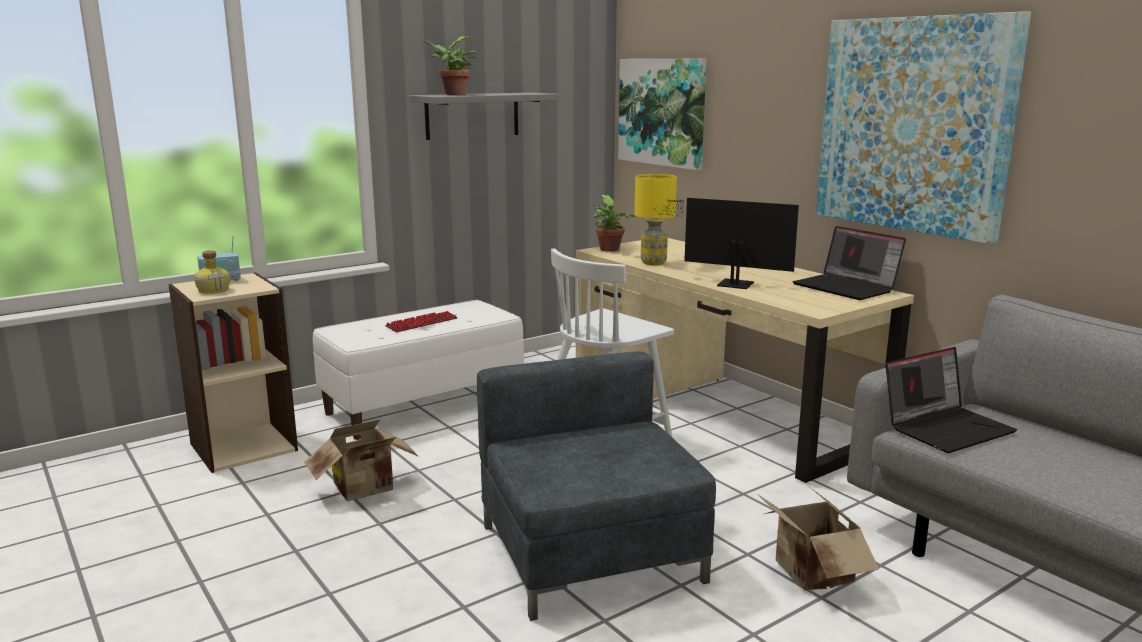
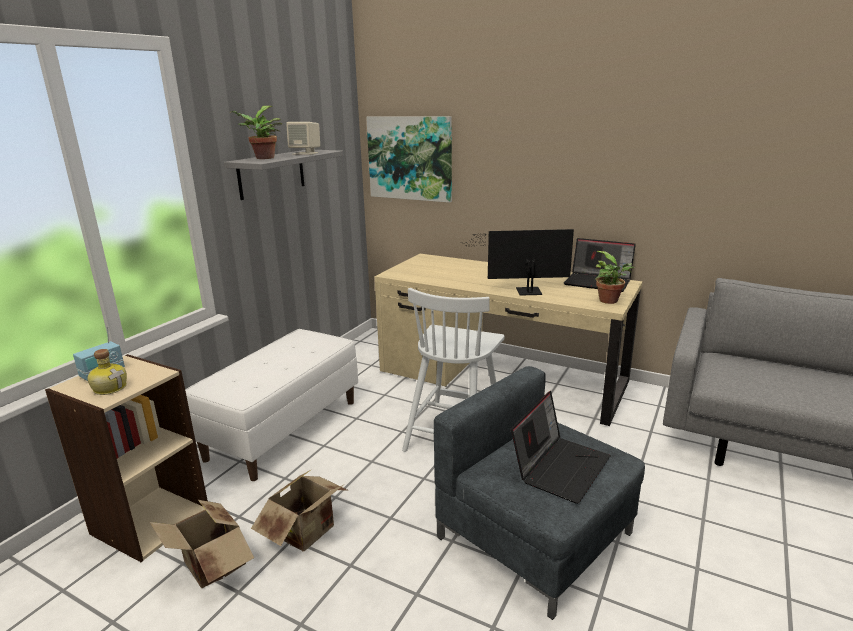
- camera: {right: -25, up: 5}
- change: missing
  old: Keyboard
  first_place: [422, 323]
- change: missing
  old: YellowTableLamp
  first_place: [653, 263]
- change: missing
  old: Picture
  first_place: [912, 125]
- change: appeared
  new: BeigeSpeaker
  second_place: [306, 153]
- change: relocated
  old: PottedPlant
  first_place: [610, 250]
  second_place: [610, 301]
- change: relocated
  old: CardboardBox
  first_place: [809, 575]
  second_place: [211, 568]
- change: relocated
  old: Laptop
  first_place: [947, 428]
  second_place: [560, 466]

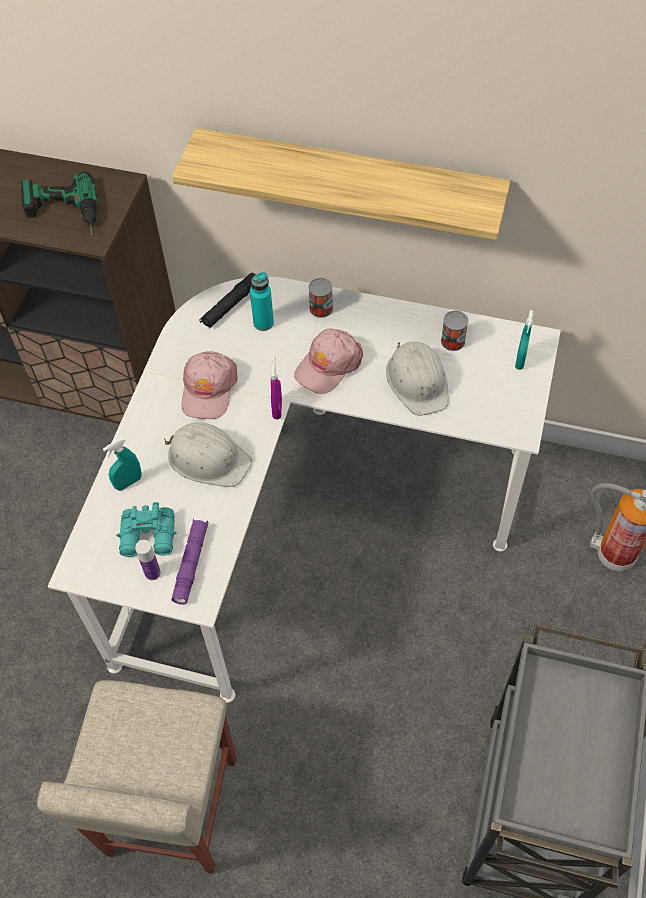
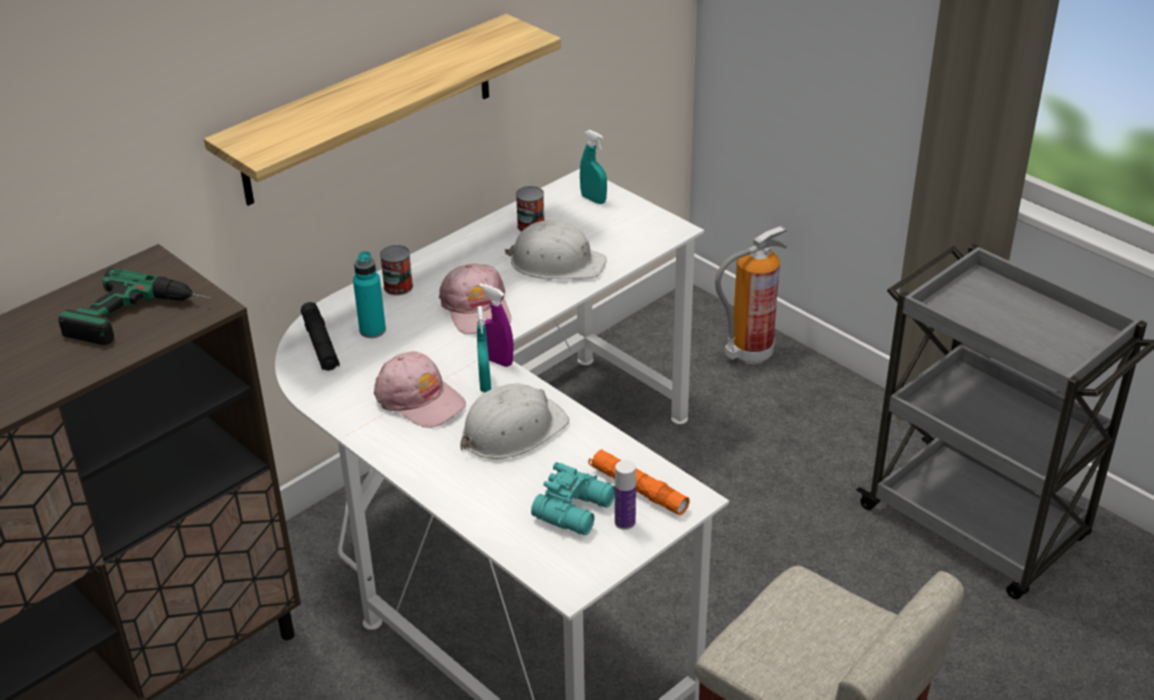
- camera: {right: -60, up: -20}
- change: relocated
  old: TurquoiseSprayBottle
  first_place: [128, 482]
  second_place: [485, 383]
- change: colour
  old: PurpleFlashlight
  new: OrangeFlashlight
  first_place: [191, 564]
  second_place: [638, 489]

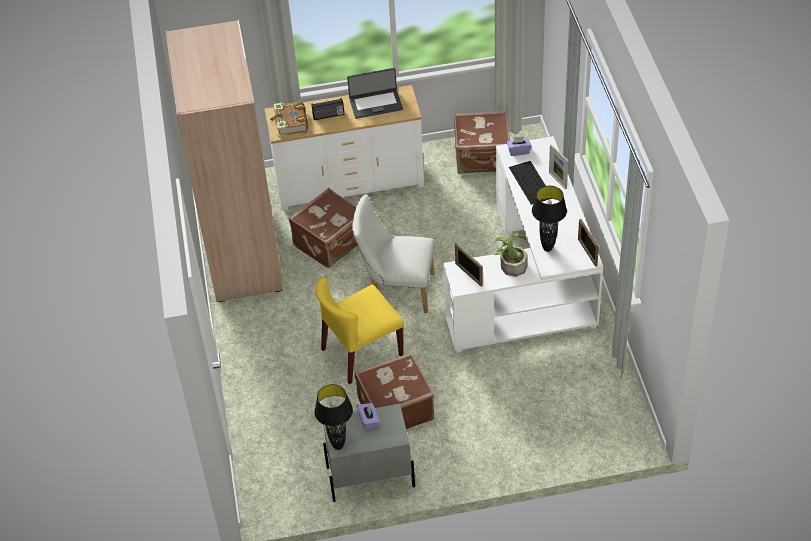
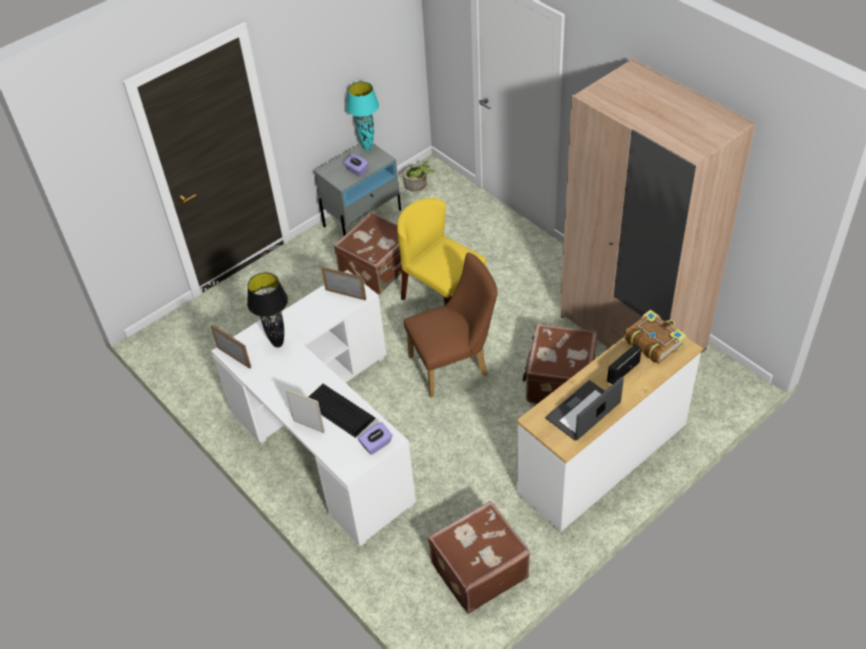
- camera: {right: 150, up: 0}
- change: relocated
  old: PottedPlant
  first_place: [511, 264]
  second_place: [418, 185]
- change: colour
  old: BlackTableLamp
  new: TurquoiseTableLamp
  first_place: [338, 446]
  second_place: [367, 147]
- change: colour
  old: WhiteChair
  new: BrownChair
  first_place: [396, 290]
  second_place: [454, 365]
- change: spun
  old: YellowChair
  first_place: [361, 352]
  second_place: [442, 298]
  degrees: -75

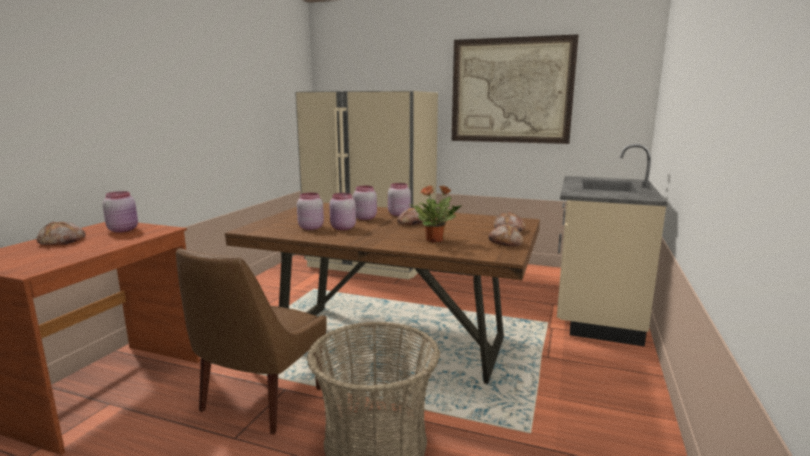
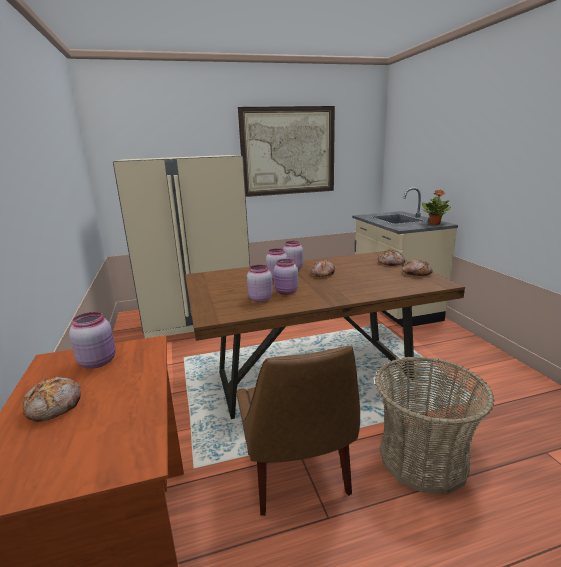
- camera: {right: -35, up: 5}
- change: relocated
  old: PottedPlant
  first_place: [435, 240]
  second_place: [435, 224]

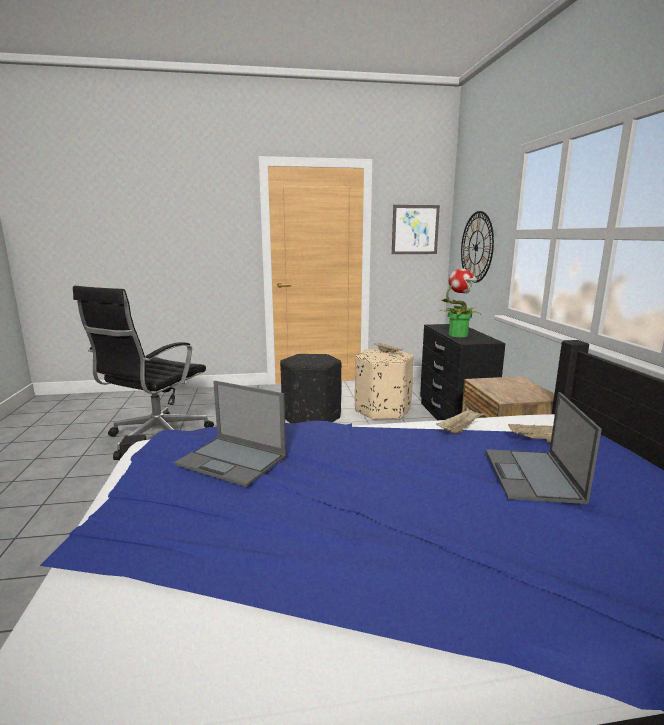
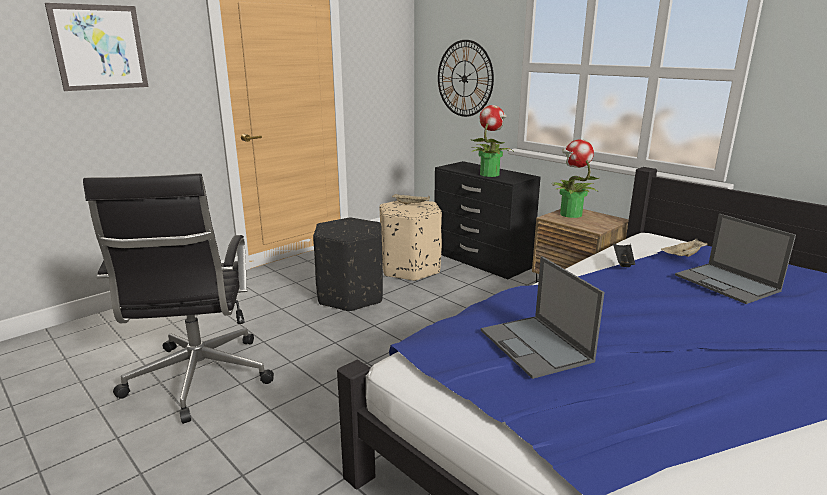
- camera: {right: -35, up: 5}
- change: appeared
  new: PottedPlant
  second_place: [570, 214]
- change: relocated
  old: Picture
  first_place: [415, 229]
  second_place: [99, 47]
- change: colour
  old: BeigeTray
  new: BlackTray
  first_place: [460, 429]
  second_place: [622, 263]
- change: spun
  old: Laptop
  first_place: [233, 460]
  second_place: [536, 346]
  degrees: 75

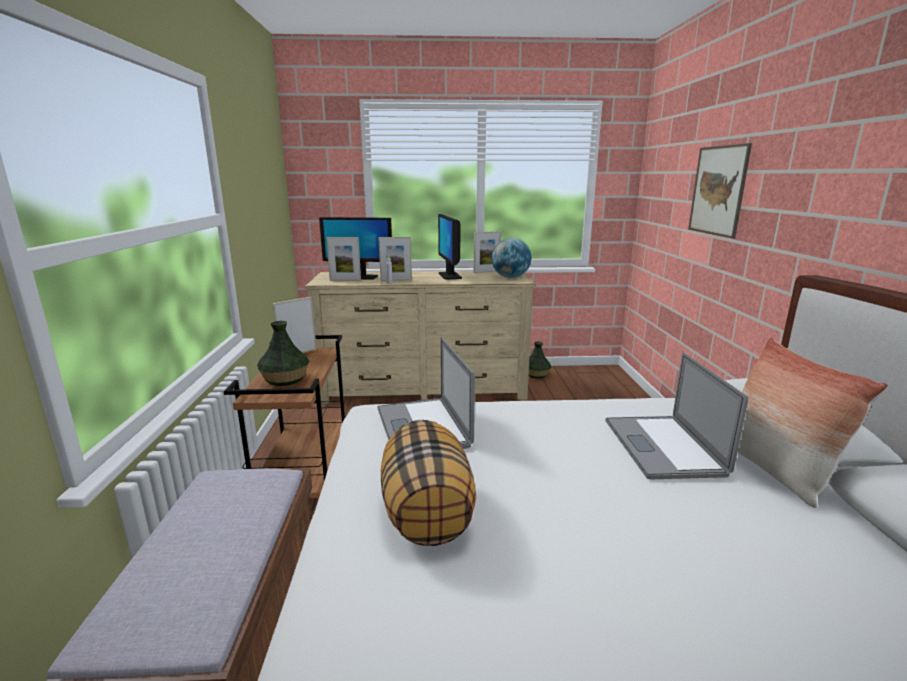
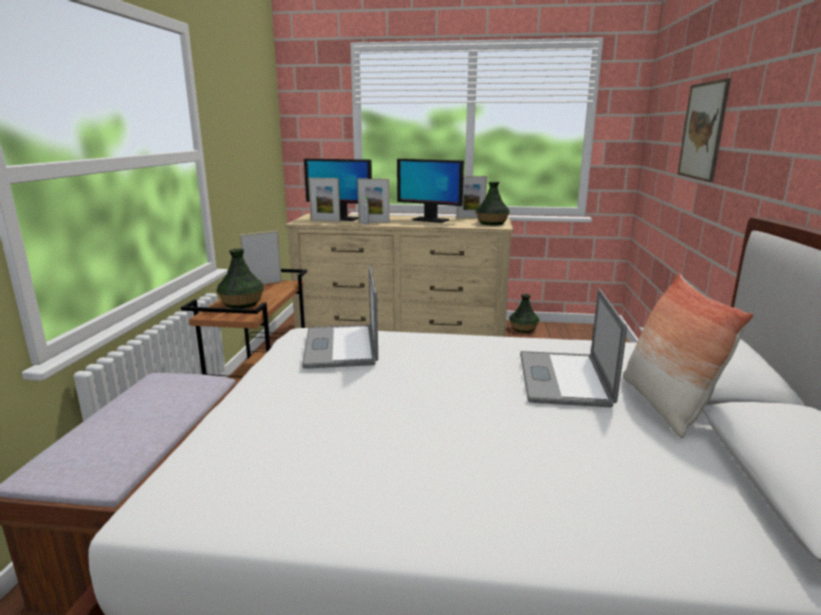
- camera: {right: 10, up: 0}
- change: missing
  old: Pillow
  first_place: [428, 512]
- change: exchanged
  old: Globe
  new: Vase
  first_place: [510, 277]
  second_place: [491, 223]
- change: spun
  old: Monitor
  first_place: [449, 276]
  second_place: [430, 220]
  degrees: -60

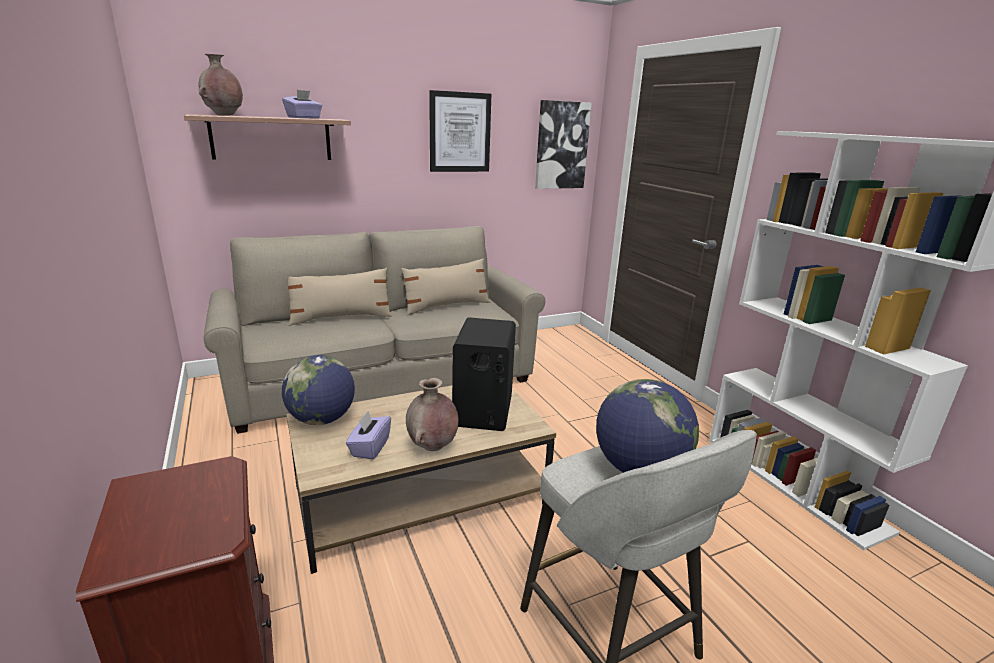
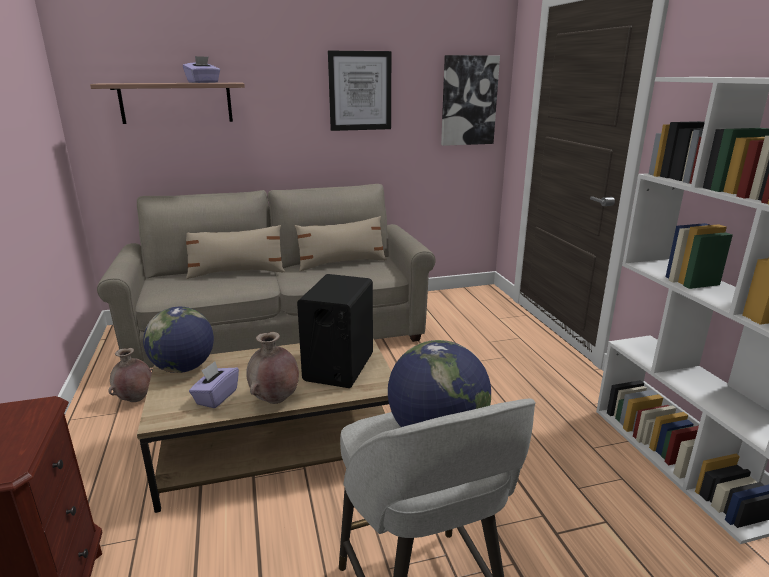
- camera: {right: 10, up: 0}
- change: relocated
  old: BrownVase
  first_place: [224, 115]
  second_place: [135, 399]

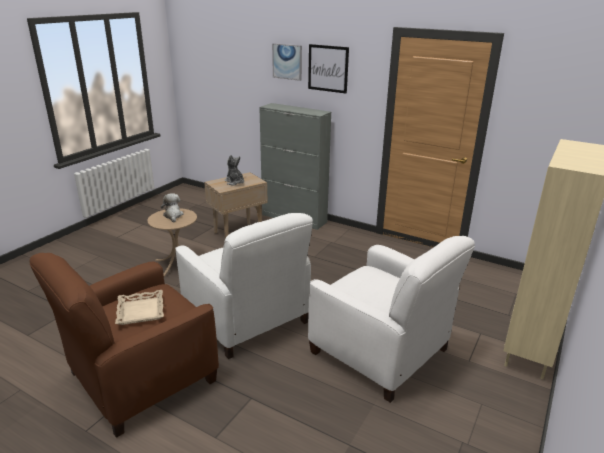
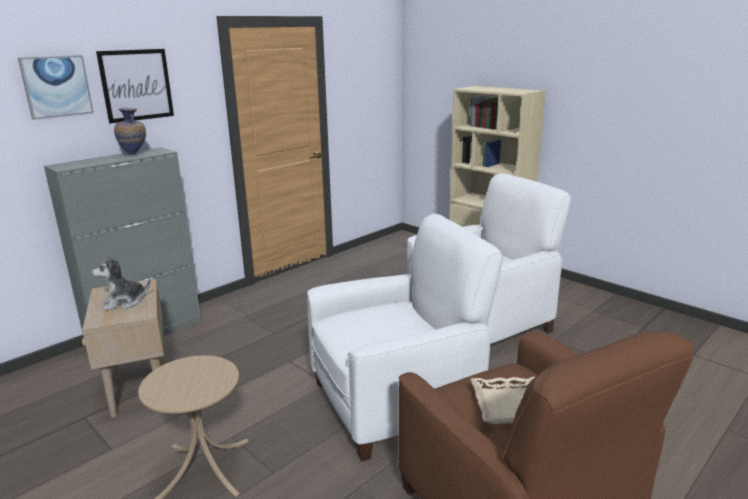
- camera: {right: -75, up: -5}
- change: missing
  old: PlushToy
  first_place: [173, 215]
- change: appeared
  new: Vase
  second_place: [134, 154]

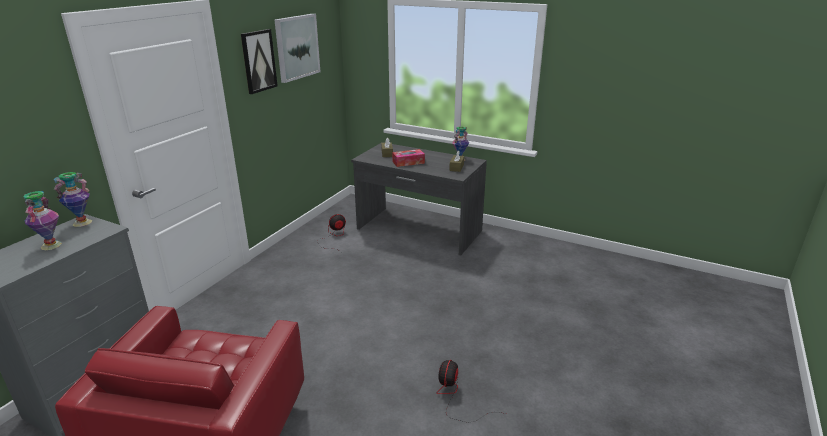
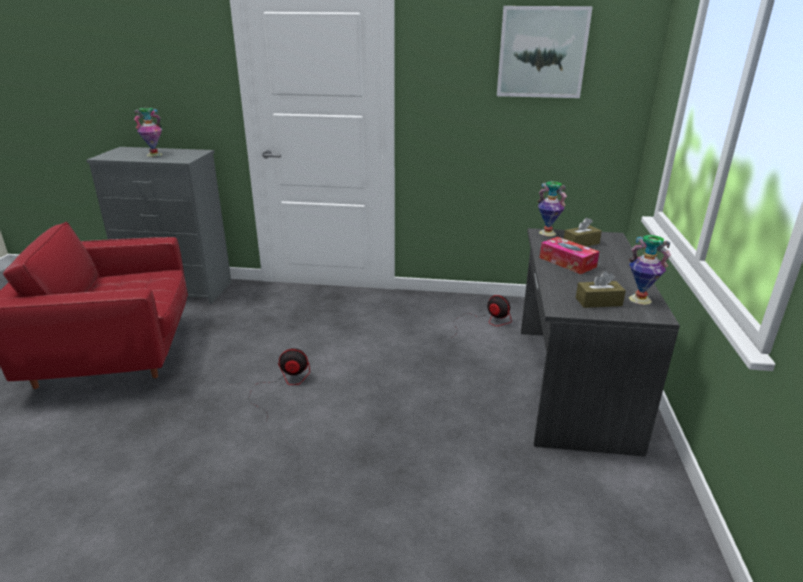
- camera: {right: 70, up: 0}
- change: missing
  old: Picture
  first_place: [258, 61]
- change: relocated
  old: Vase
  first_place: [82, 223]
  second_place: [547, 233]
- change: relocated
  old: Fan
  first_place: [455, 396]
  second_place: [283, 385]

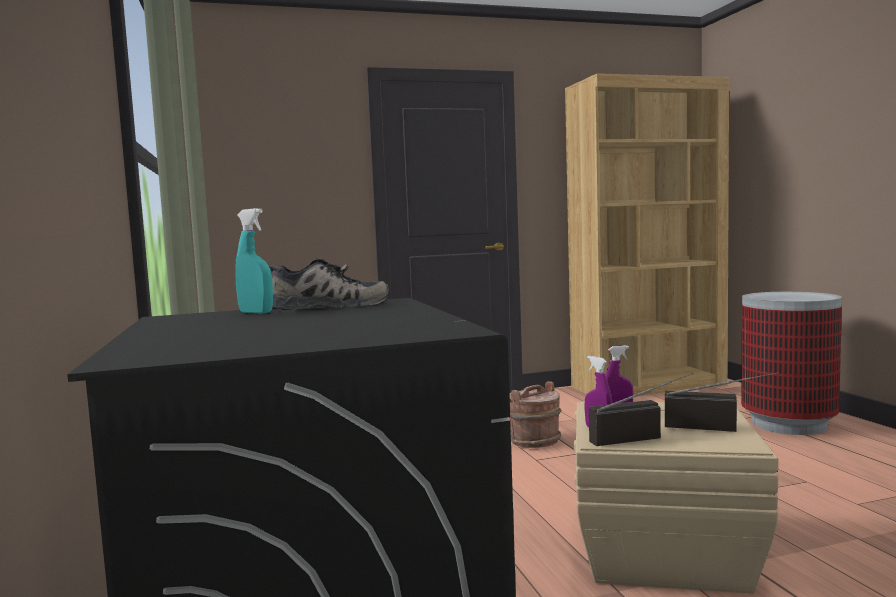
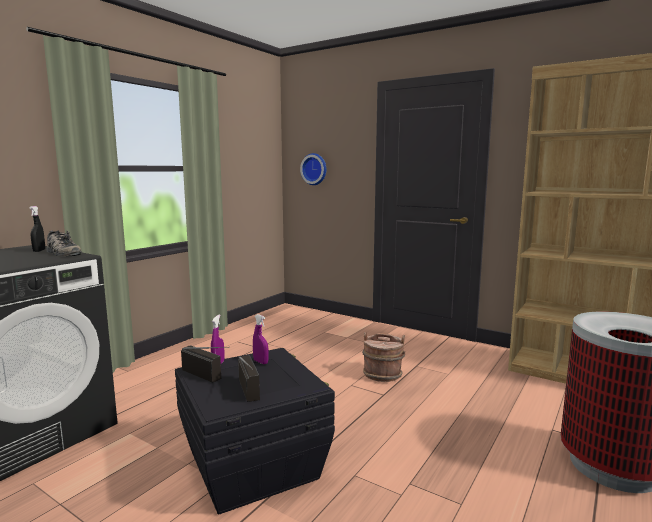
- camera: {right: 50, up: 5}
- change: appeared
  new: WallClock
  second_place: [315, 169]
- change: colour
  old: TurquoiseSprayBottle
  new: BlackSprayBottle
  first_place: [256, 313]
  second_place: [39, 251]
- change: colour
  old: BeigeStorageBox
  new: BlackStorageBox
  first_place: [661, 550]
  second_place: [254, 464]

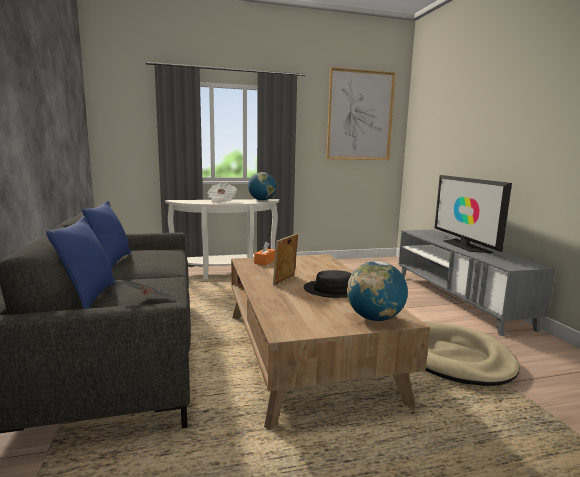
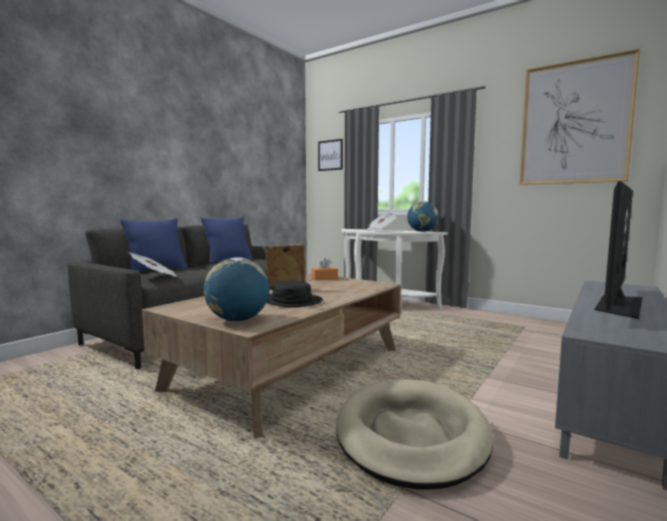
- camera: {right: 50, up: -5}
- change: appeared
  new: Picture
  second_place: [330, 155]

